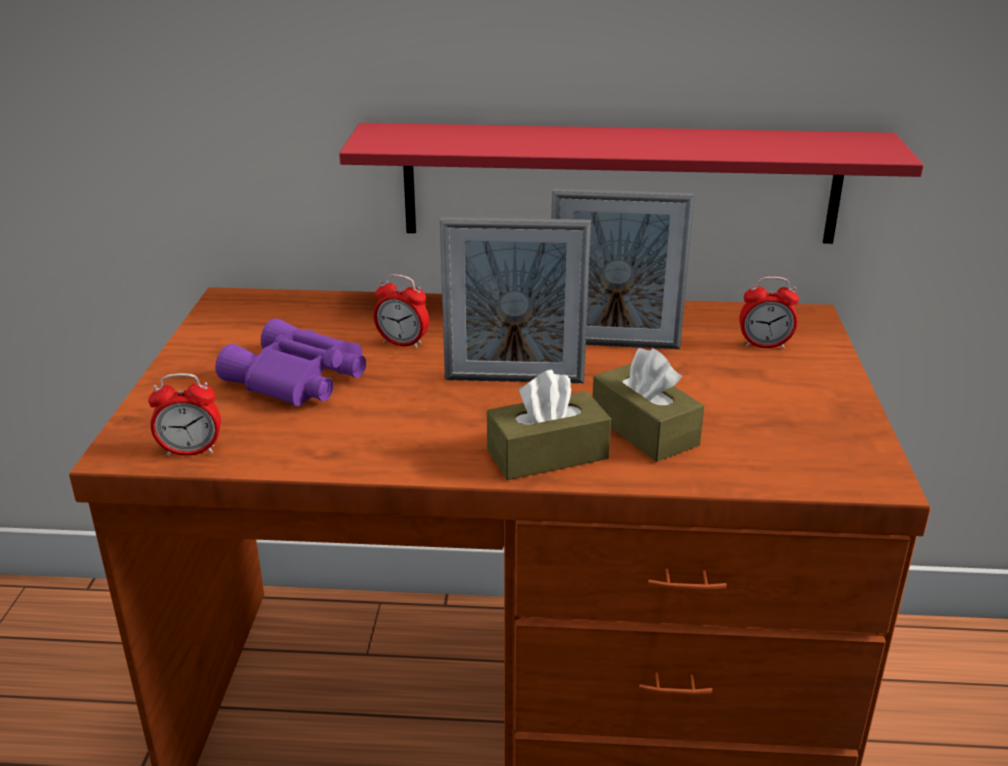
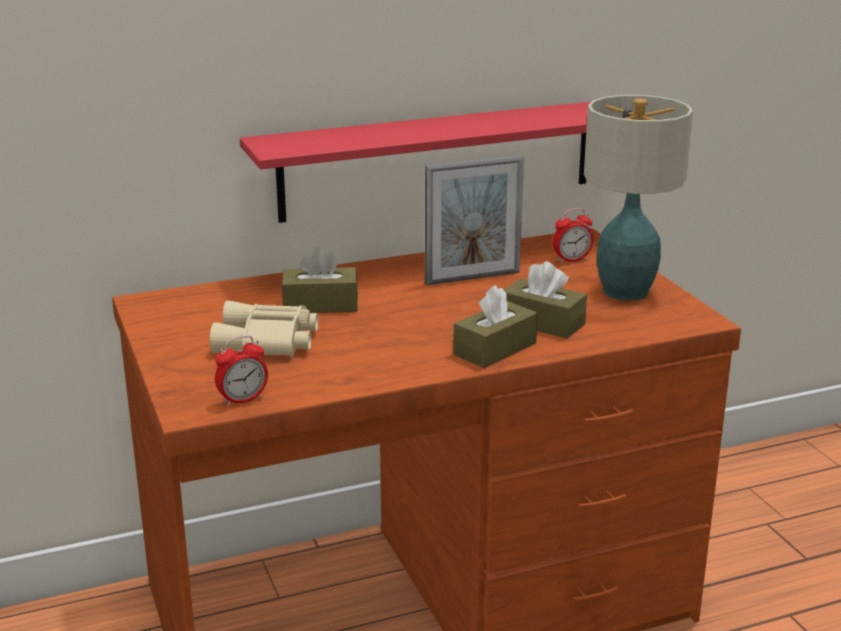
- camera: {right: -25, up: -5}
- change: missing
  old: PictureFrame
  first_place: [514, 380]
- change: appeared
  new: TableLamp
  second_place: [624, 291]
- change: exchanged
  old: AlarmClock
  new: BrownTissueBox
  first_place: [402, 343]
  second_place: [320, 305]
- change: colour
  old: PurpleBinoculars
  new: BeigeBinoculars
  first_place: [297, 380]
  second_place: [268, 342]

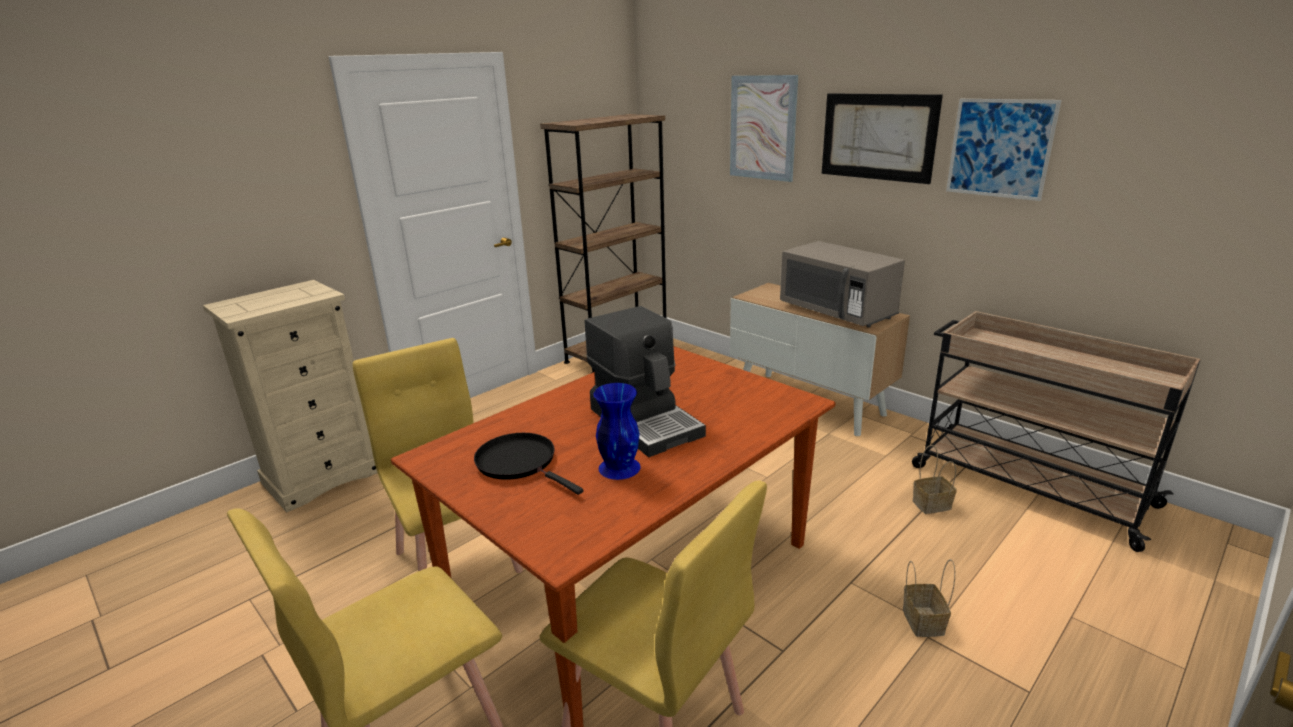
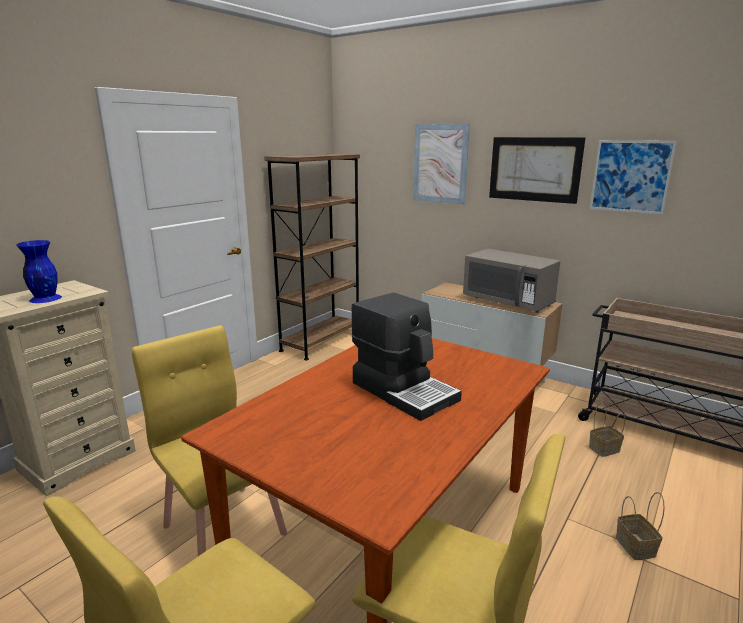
- camera: {right: -10, up: -5}
- change: missing
  old: BlackFryingPan
  first_place: [520, 463]
- change: relocated
  old: BlueVase
  first_place: [618, 467]
  second_place: [45, 298]

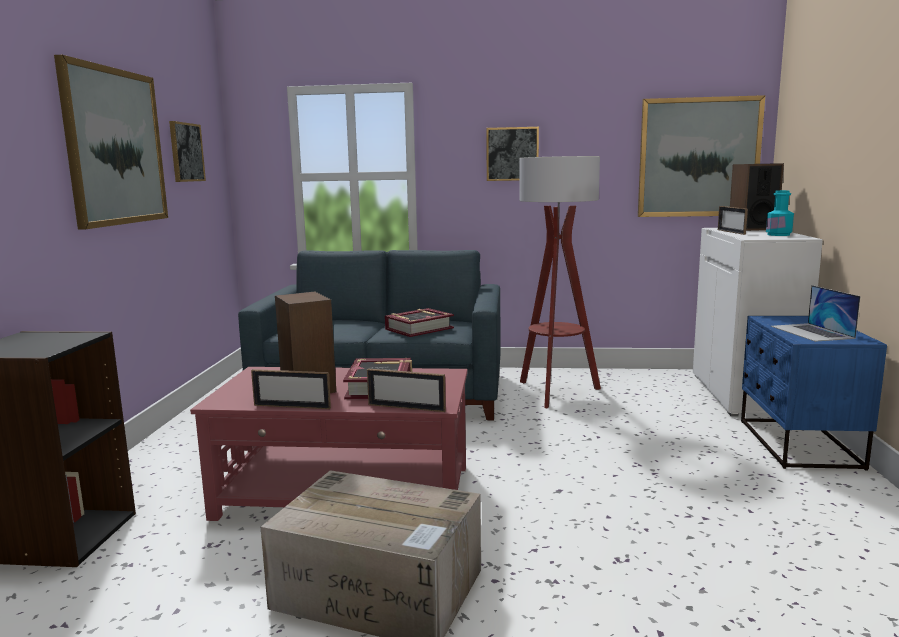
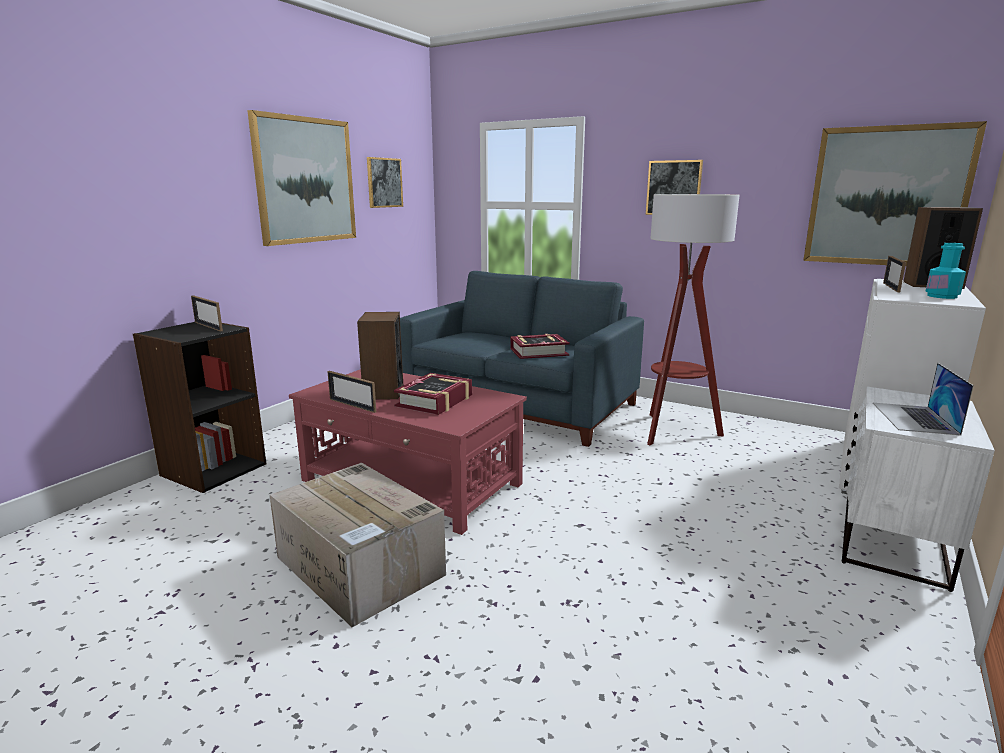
- camera: {right: 25, up: 5}
- change: relocated
  old: PictureFrame
  first_place: [406, 408]
  second_place: [208, 326]
- change: colour
  old: BlueNightstand
  new: WhiteNightstand
  first_place: [797, 444]
  second_place: [891, 541]

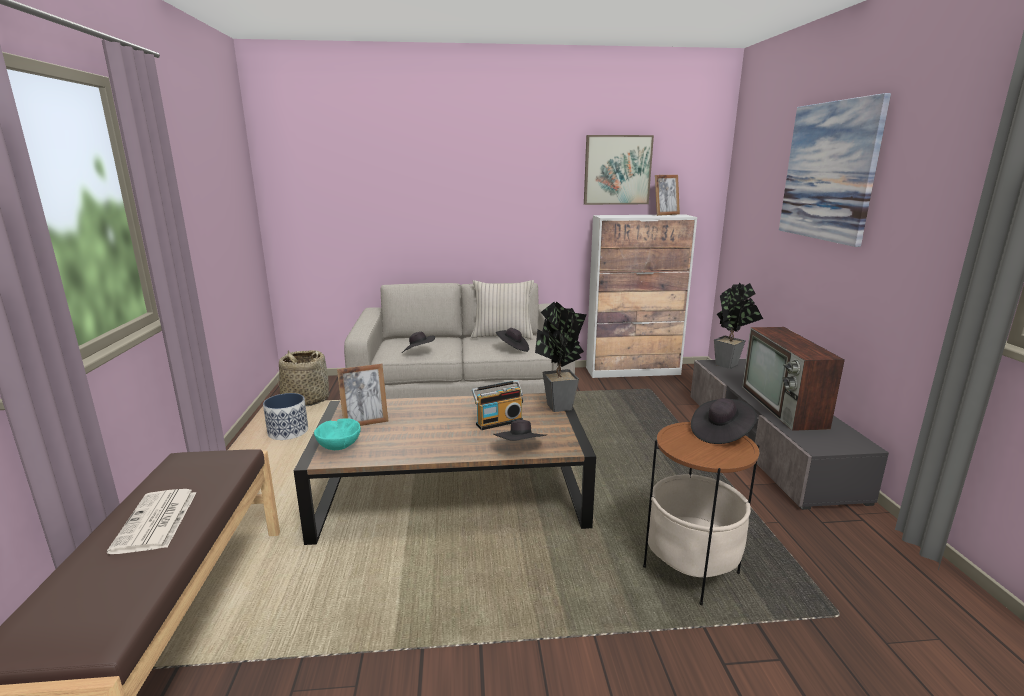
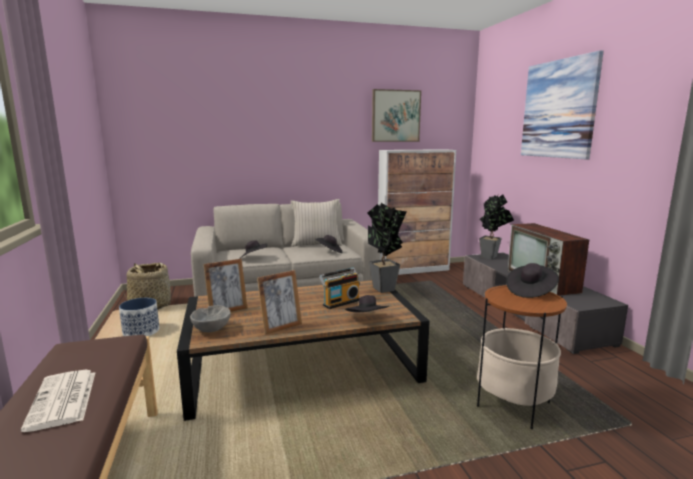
- camera: {right: -10, up: -5}
- change: relocated
  old: PictureFrame
  first_place: [665, 214]
  second_place: [281, 327]
- change: colour
  old: TurquoiseBowl
  new: GreyBowl
  first_place: [339, 446]
  second_place: [211, 329]

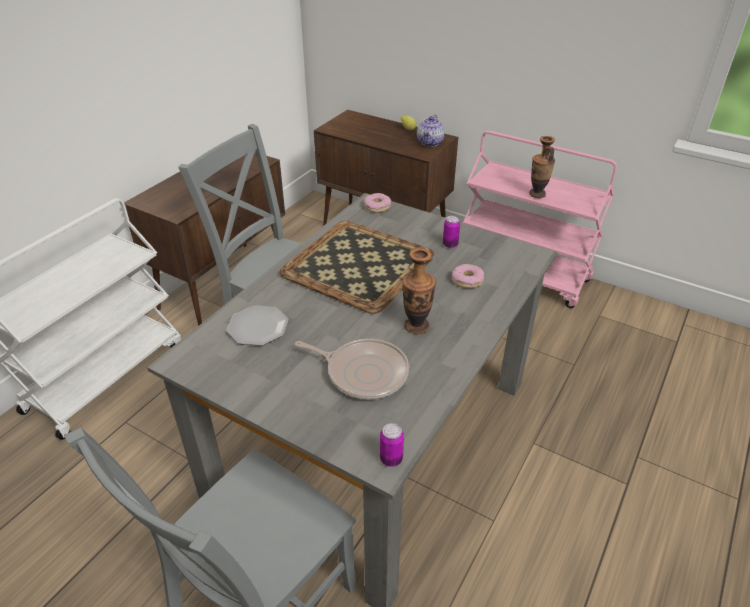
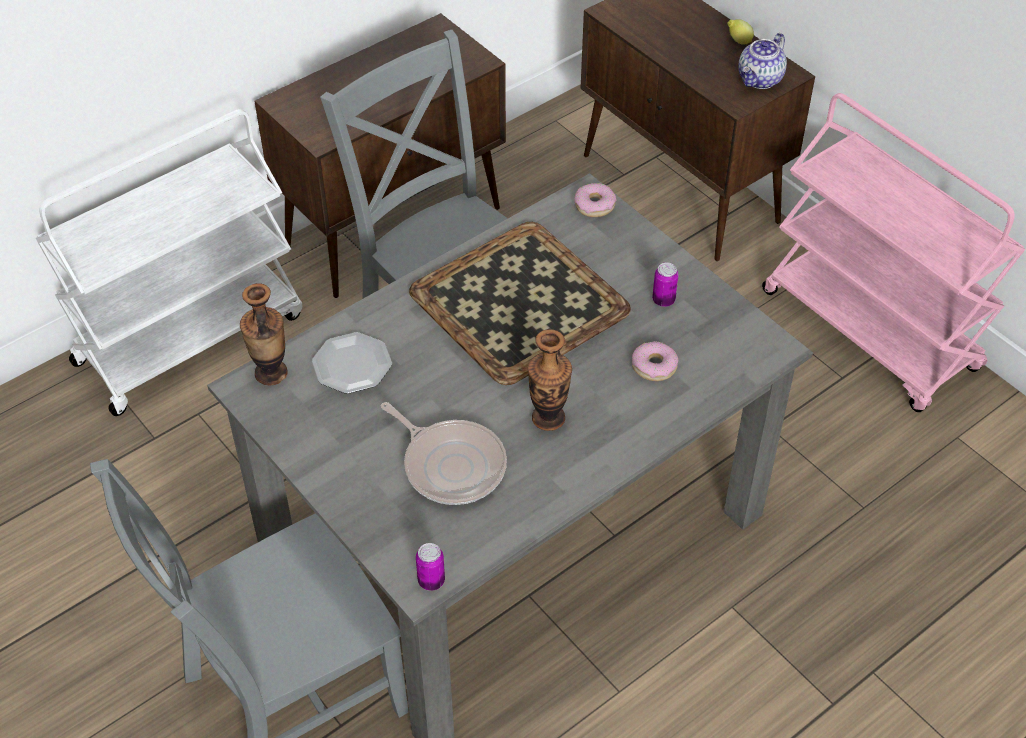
- camera: {right: 20, up: 10}
- change: relocated
  old: Vase
  first_place: [537, 194]
  second_place: [271, 373]

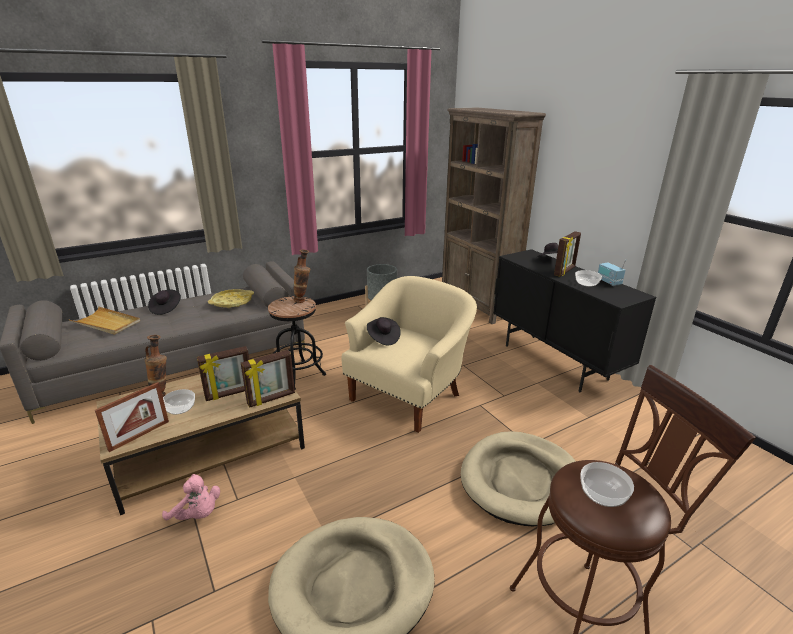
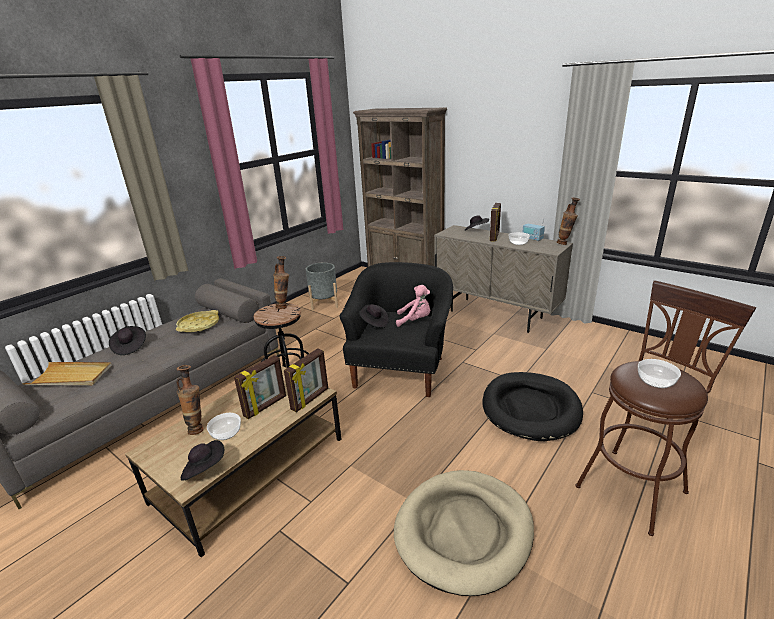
- camera: {right: -20, up: 0}
- change: appeared
  new: Vase
  second_place: [565, 244]
- change: relocated
  old: PinkPlushToy
  first_place: [197, 515]
  second_place: [415, 320]
- change: exchanged
  old: PictureFrame
  new: BlackHat
  first_place: [139, 436]
  second_place: [205, 469]
- change: colour
  old: BeigeArmchair
  new: BlackArmchair
  first_place: [409, 396]
  second_place: [401, 370]
- change: colour
  old: BeigeDogBed
  new: BlackDogBed
  first_place: [520, 480]
  second_place: [530, 408]
- change: colour
  old: BlackCabinet
  new: BeigeCabinet
  first_place: [554, 362]
  second_place: [495, 315]

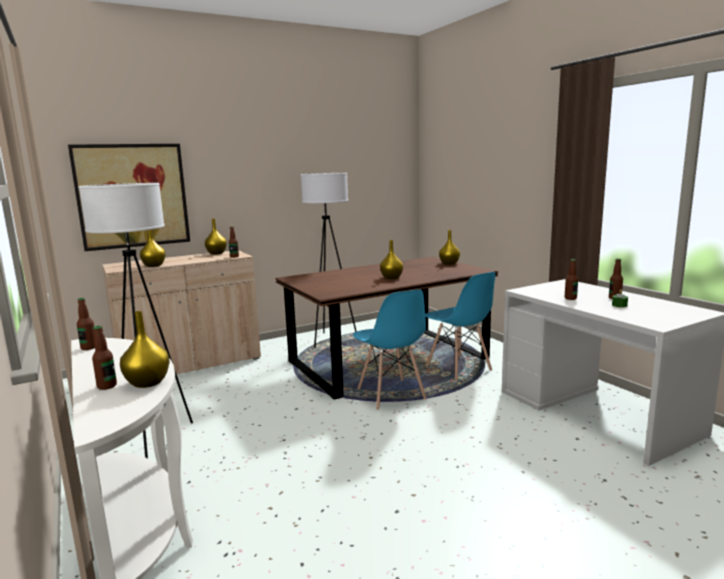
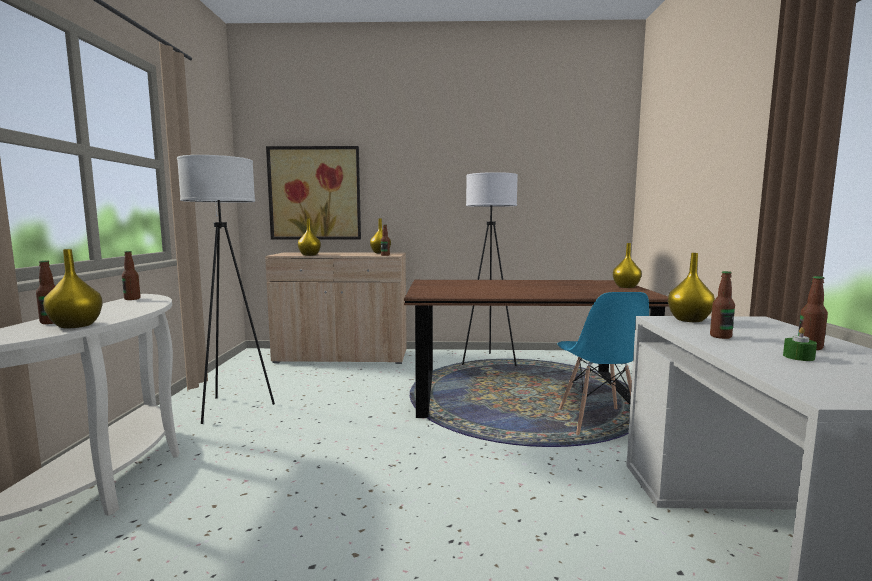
- camera: {right: 30, up: -5}
- change: missing
  old: BlueChair
  first_place: [391, 395]
- change: relocated
  old: YellowVase
  first_place: [391, 278]
  second_place: [689, 320]

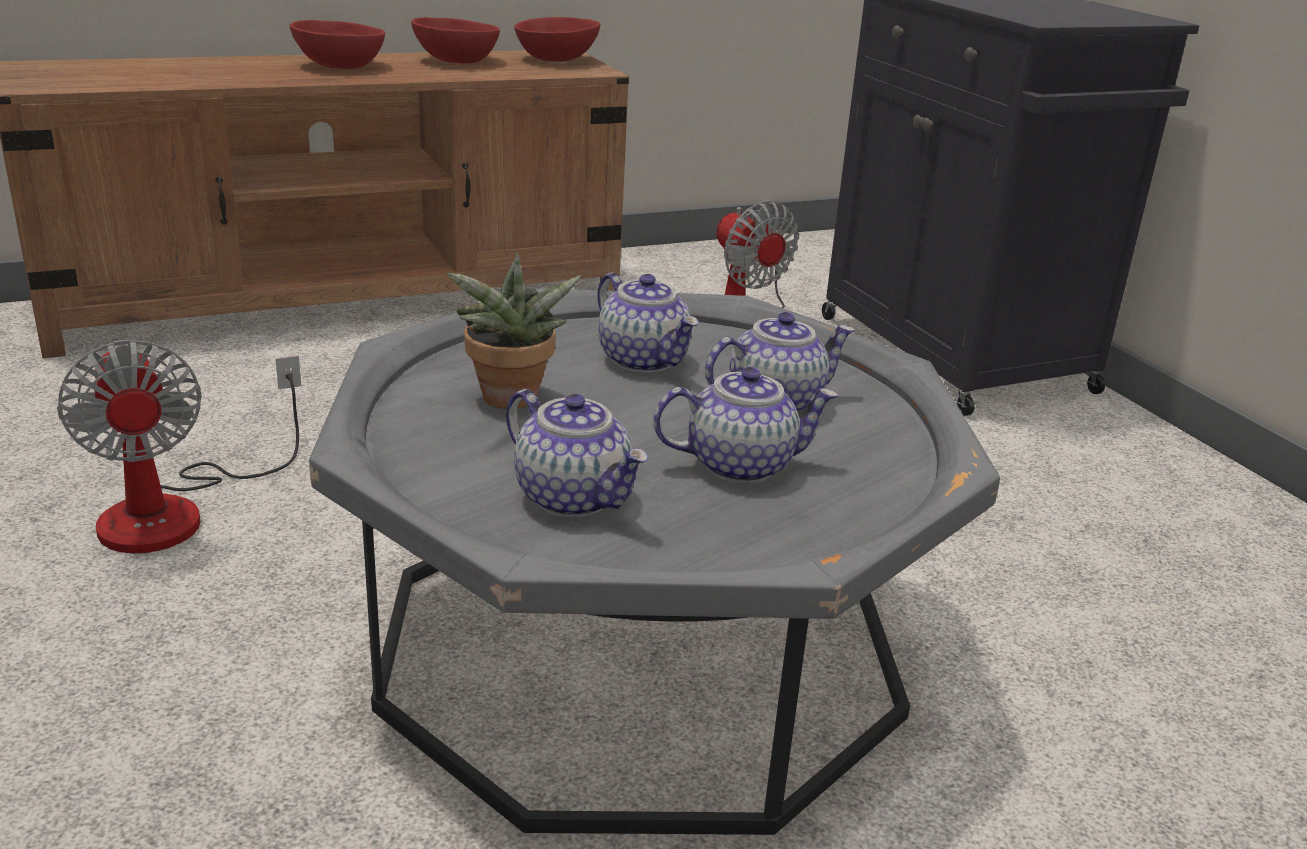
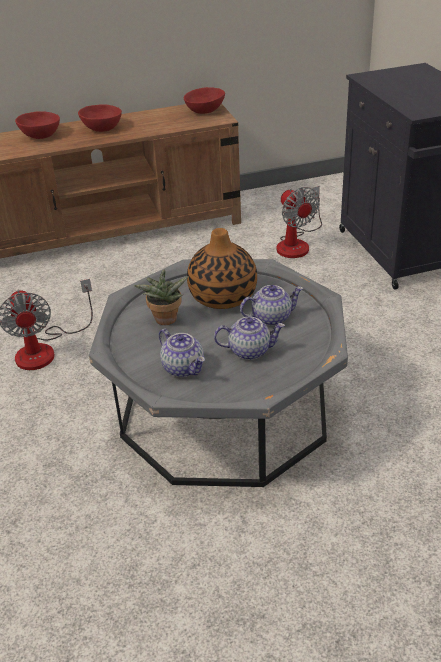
- camera: {right: 10, up: 10}
- change: relocated
  old: RedBowl
  first_place: [456, 61]
  second_place: [40, 135]
- change: exchanged
  old: Teapot
  new: Vase
  first_place: [645, 360]
  second_place: [223, 296]

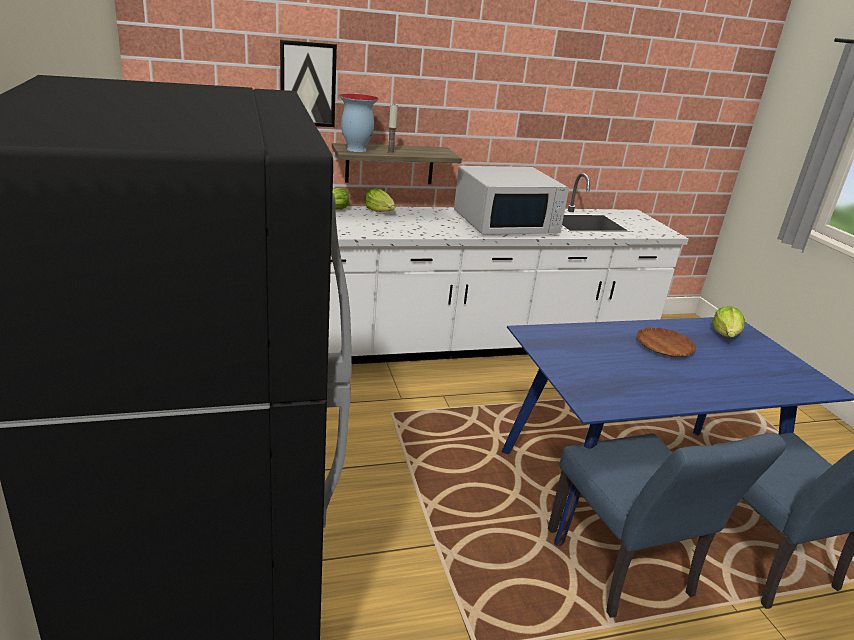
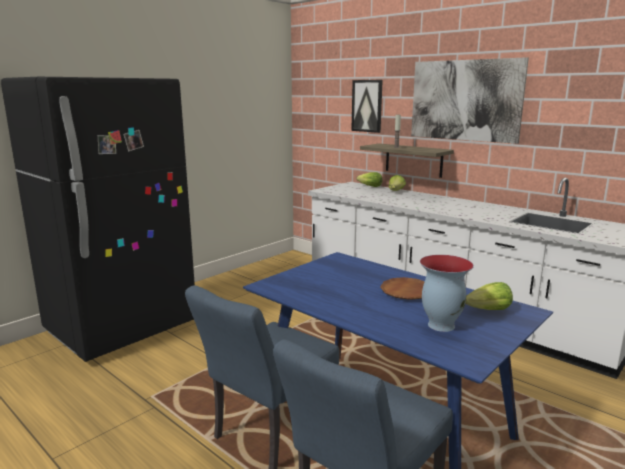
- camera: {right: 60, up: -10}
- change: missing
  old: WhiteMicrowave
  first_place: [506, 223]
- change: appeared
  new: Picture
  second_place: [465, 100]
- change: relocated
  old: Vase
  first_place: [355, 149]
  second_place: [440, 325]

